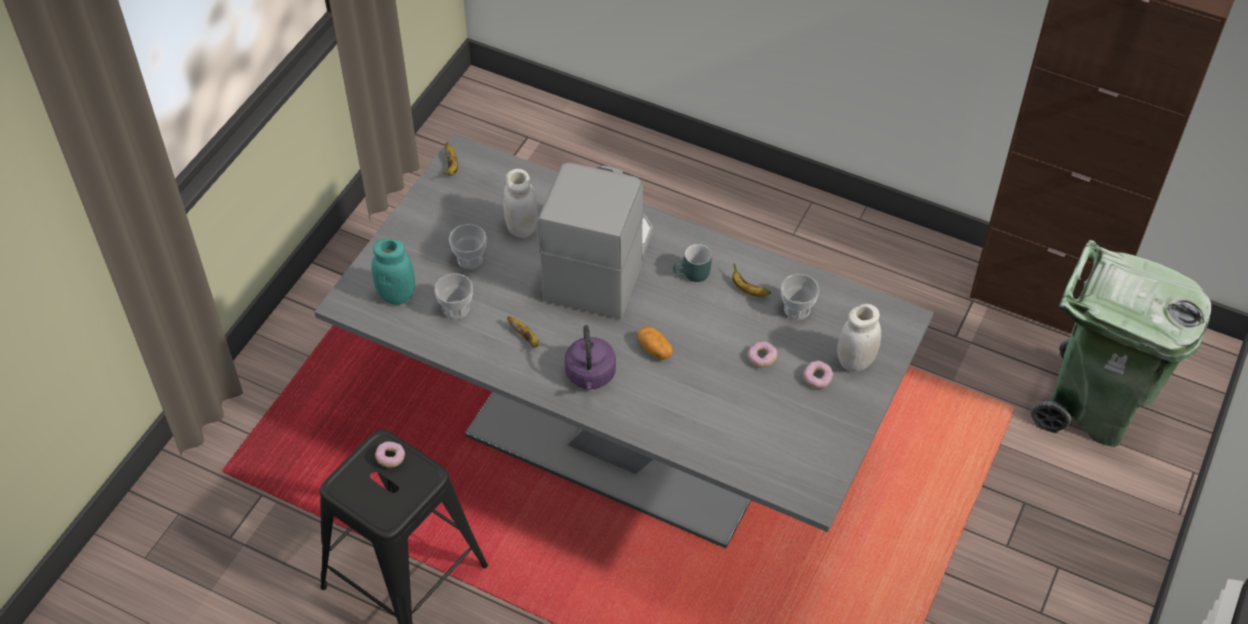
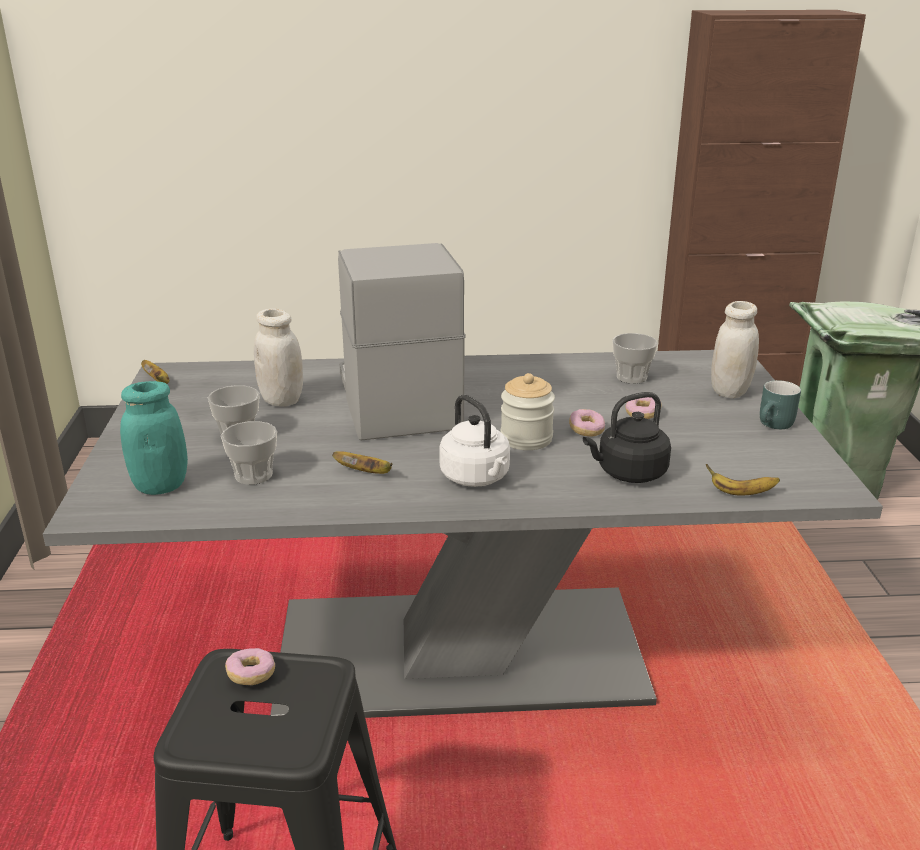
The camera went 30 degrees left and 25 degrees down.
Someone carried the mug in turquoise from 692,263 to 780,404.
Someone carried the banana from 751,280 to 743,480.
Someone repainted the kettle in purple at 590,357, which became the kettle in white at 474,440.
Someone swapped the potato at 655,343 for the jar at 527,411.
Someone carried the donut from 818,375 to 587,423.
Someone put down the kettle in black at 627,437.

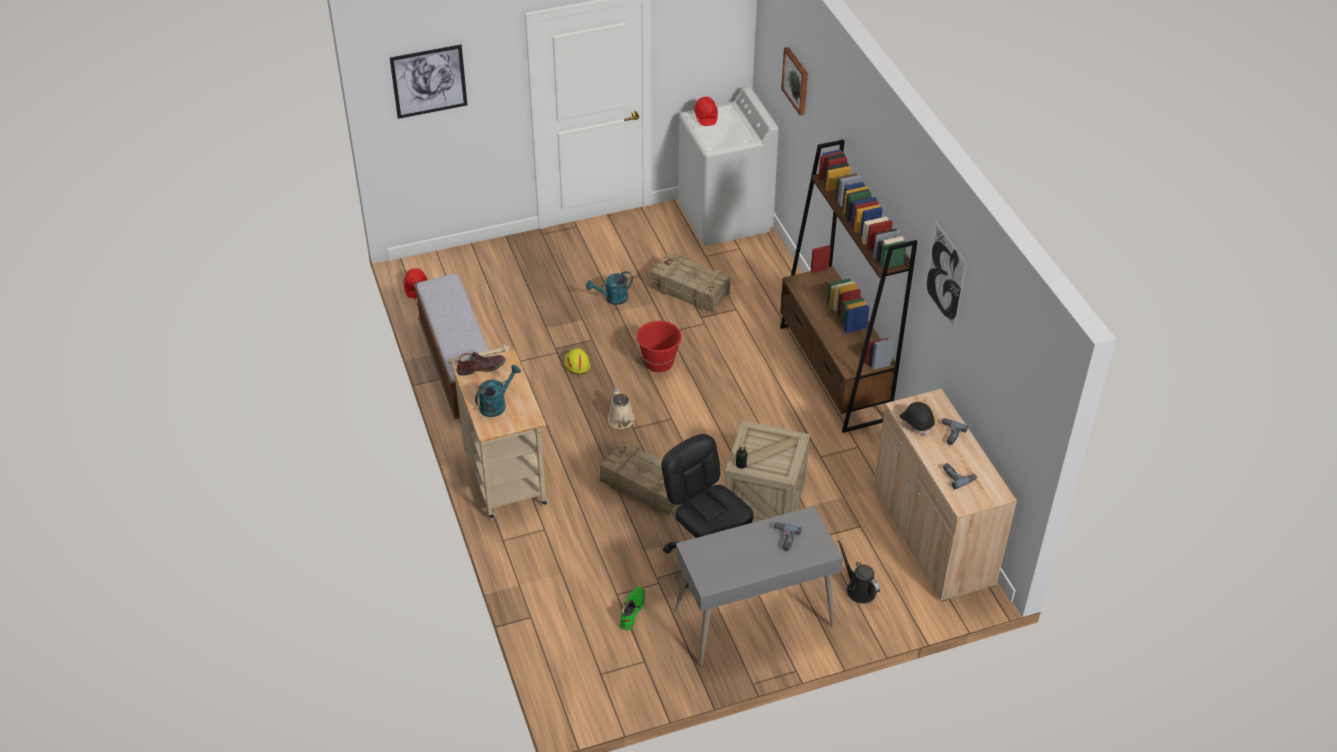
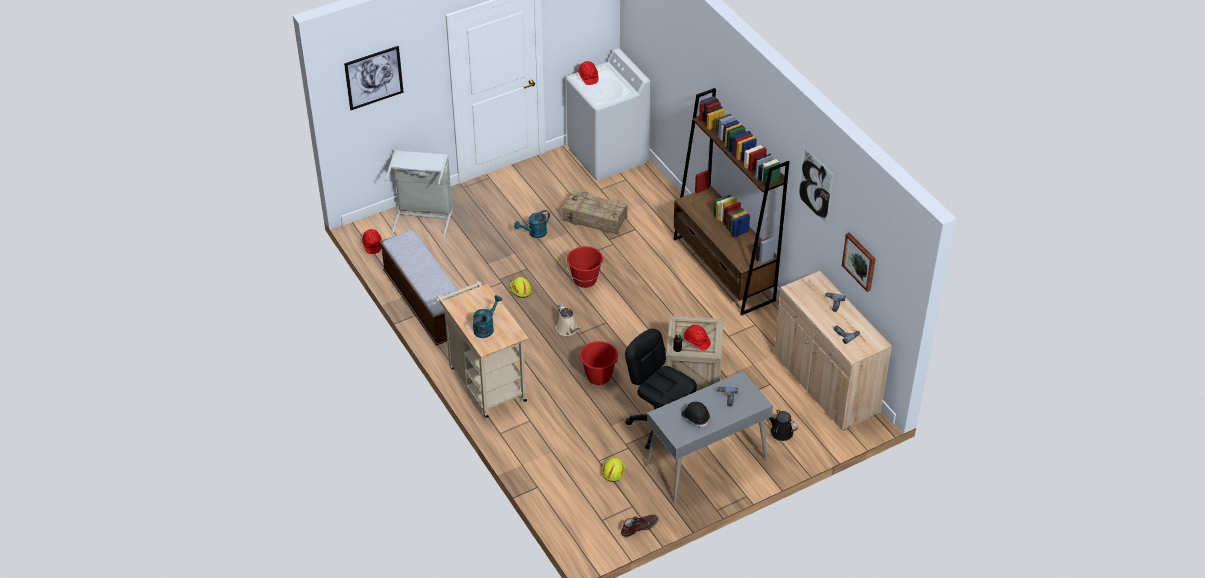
The camera went 10 degrees left and 0 degrees up.
Someone carried the picture from 794,81 to 859,262.
Someone carried the boot in brown from 481,364 to 640,525.
Someone carried the hard hat in black from 917,418 to 695,414.
Someone swapped the crate at 637,479 for the bucket in red at 599,363.
Someone swapped the boot in green at 632,608 for the hard hat in yellow at 613,470.
Someone put down the laundry basket in grey at 419,194.
Someone put down the hard hat in red at 697,338.

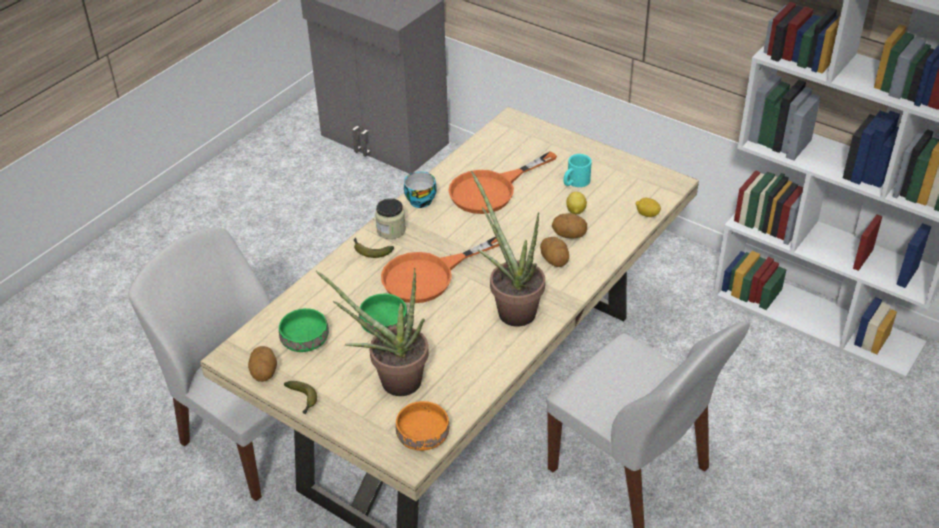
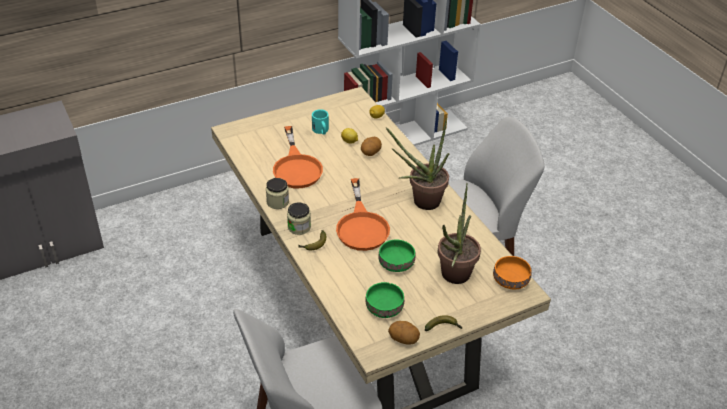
The camera went 65 degrees left and 0 degrees up.
Someone swapped the cup at 420,190 for the jar at 277,193.
Someone took away the potato at 554,252.

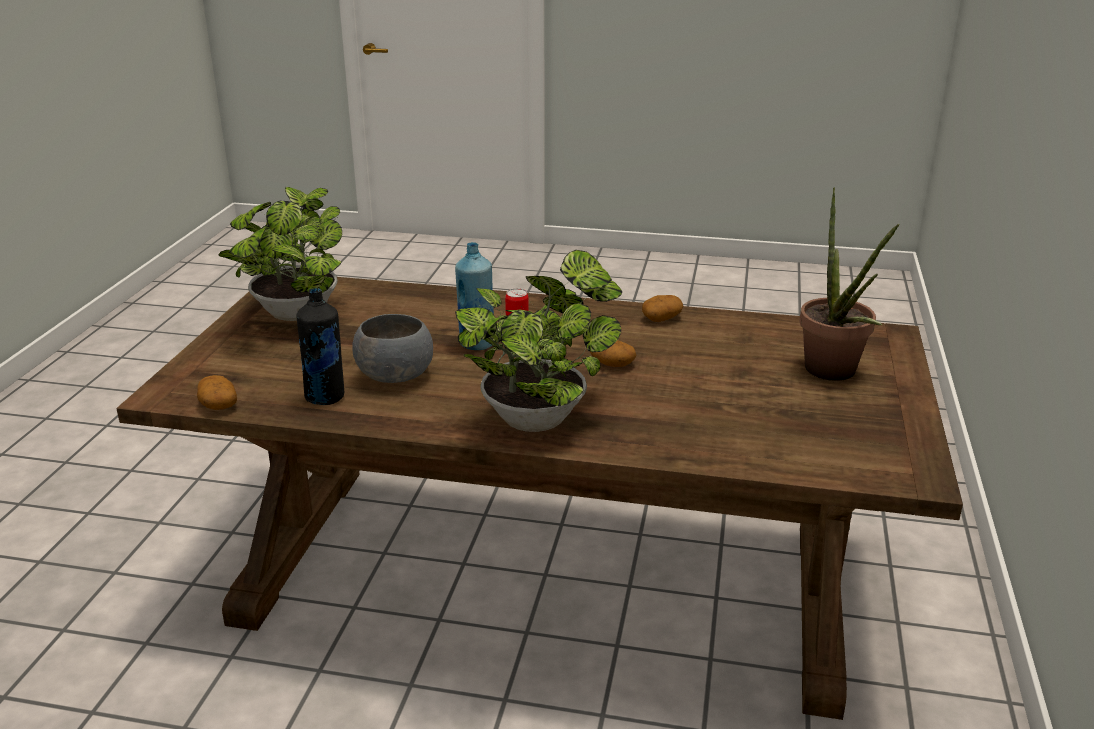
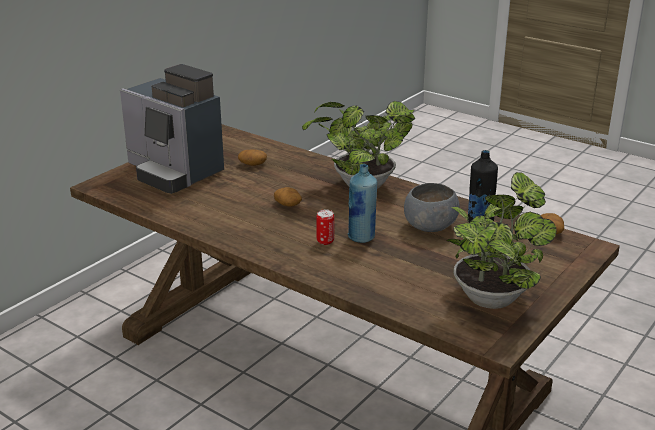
The camera went 155 degrees left and 0 degrees up.
Someone swapped the potted plant at 850,284 for the coffee machine at 172,129.
Someone carried the potato from 662,308 to 252,157.

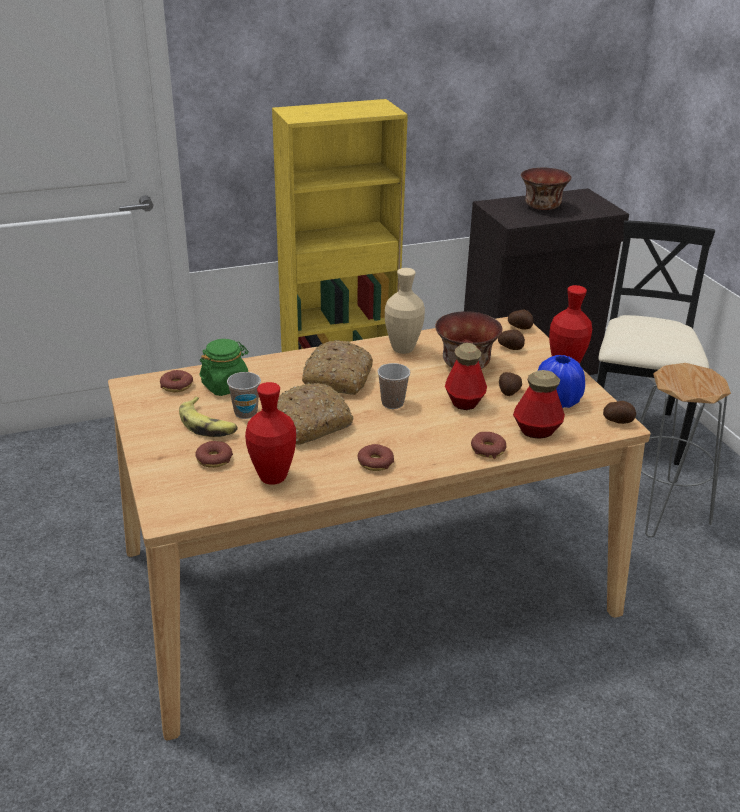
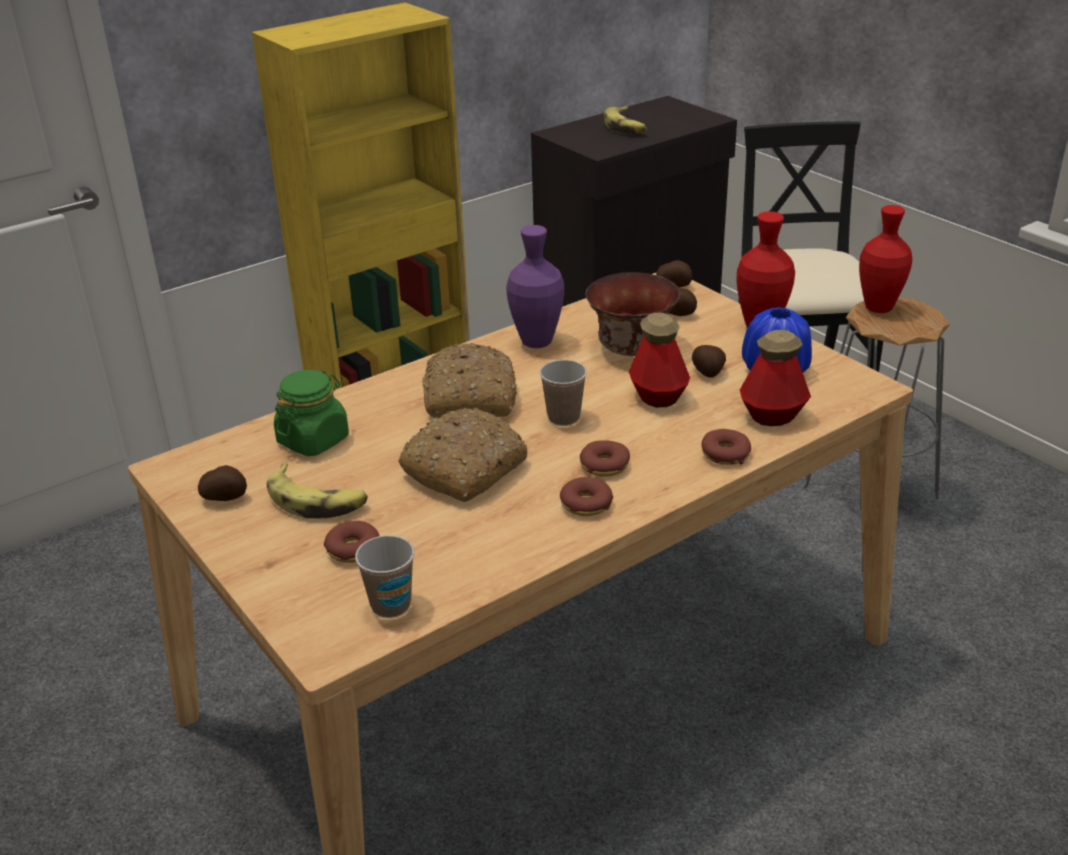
The camera went 15 degrees left and 0 degrees up.
Someone swapped the bowl at 546,188 for the banana at 625,120.
Someone repainted the vase in beige at 405,311, which became the vase in purple at 535,286.
Someone carried the donut from 176,381 to 605,458.
Someone carried the cup from 244,395 to 384,576.
Someone carried the vase in red from 270,433 to 886,259.
Someone carried the potato from 619,412 to 222,483.

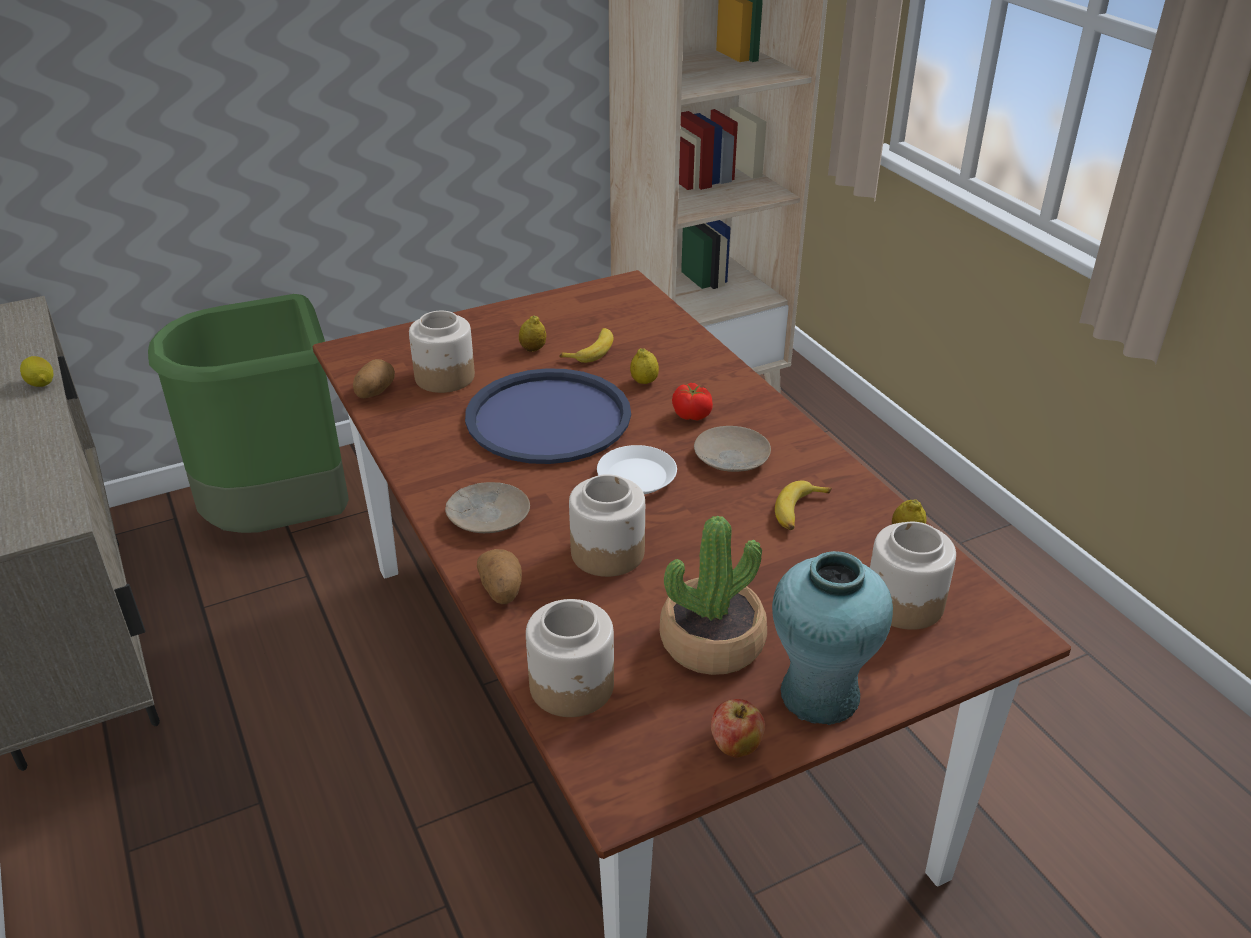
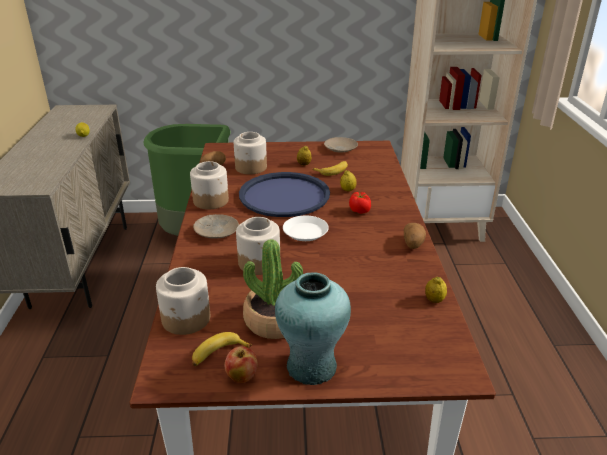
The camera went 25 degrees right and 5 degrees down.
Someone carried the plate in beige from 732,449 to 341,145.
Someone carried the banana from 803,505 to 222,349.
Someone carried the jar from 913,576 to 209,185.
Someone carried the potato from 499,576 to 415,236.

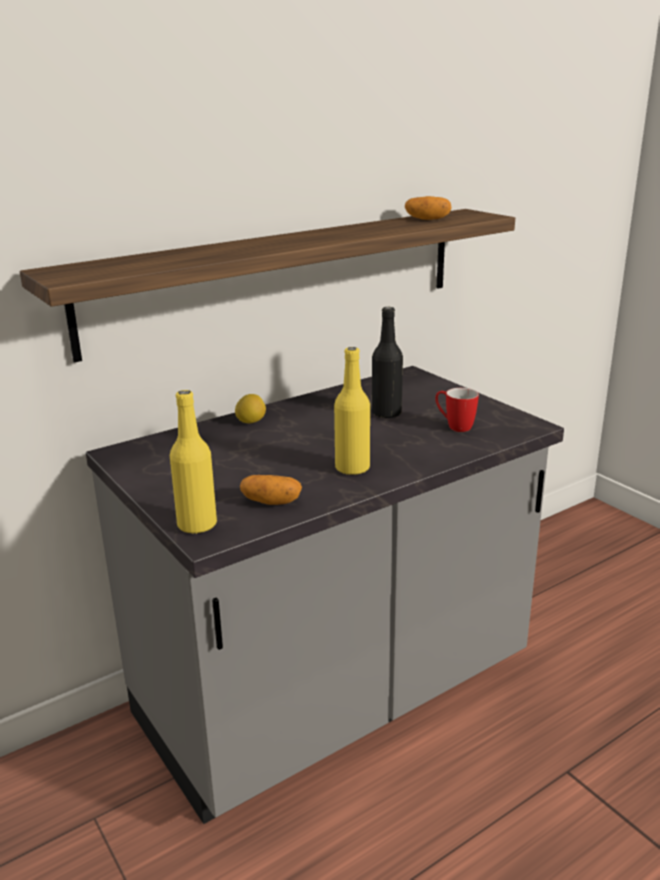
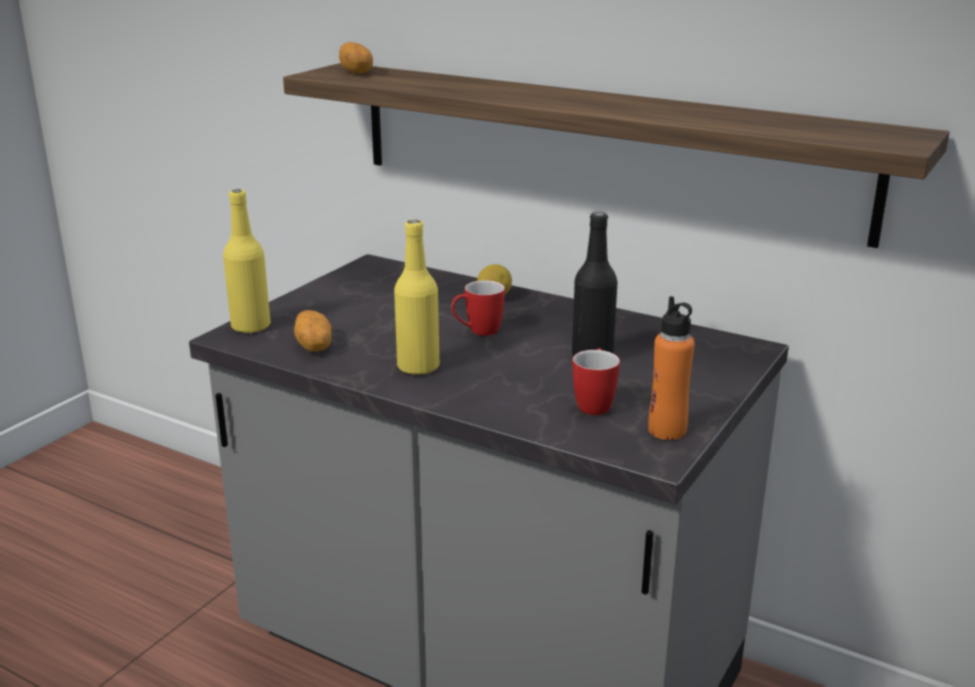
The camera went 65 degrees right and 0 degrees up.
Someone carried the potato from 428,208 to 356,58.
Someone put down the mug at 478,308.
Someone put down the bottle in orange at 671,368.

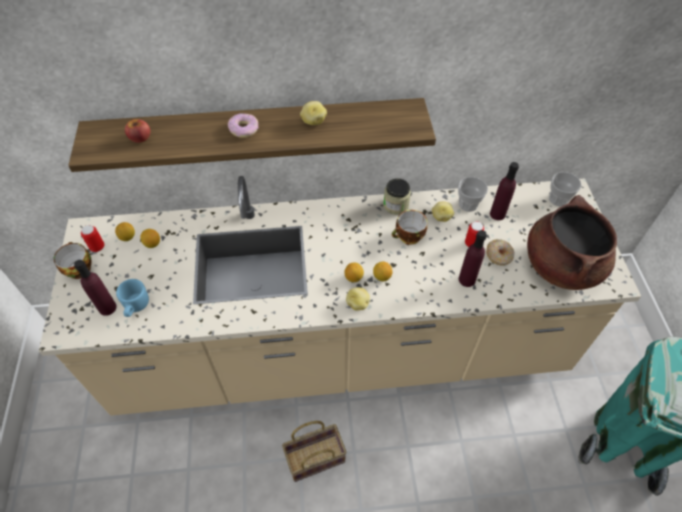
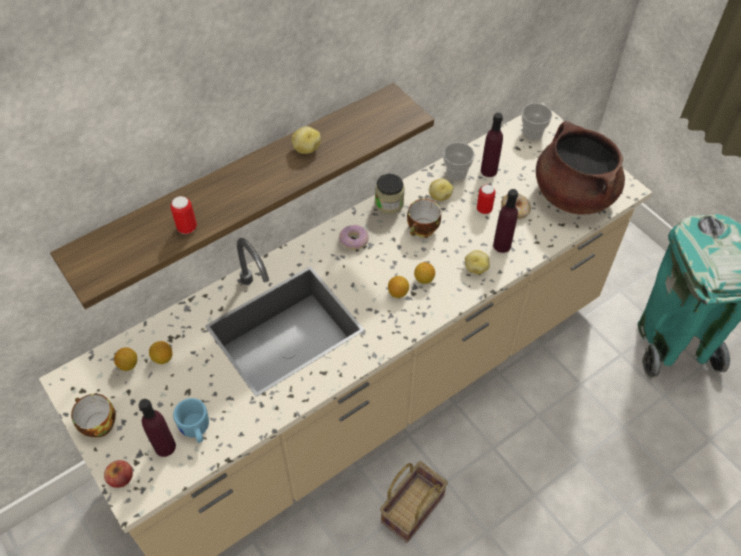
The camera went 30 degrees left and 0 degrees up.
Someone carried the donut from 243,125 to 354,237.
Someone carried the apple from 137,131 to 118,474.
Someone carried the can from 92,238 to 183,215.
Someone carried the potato from 358,299 to 477,262.

